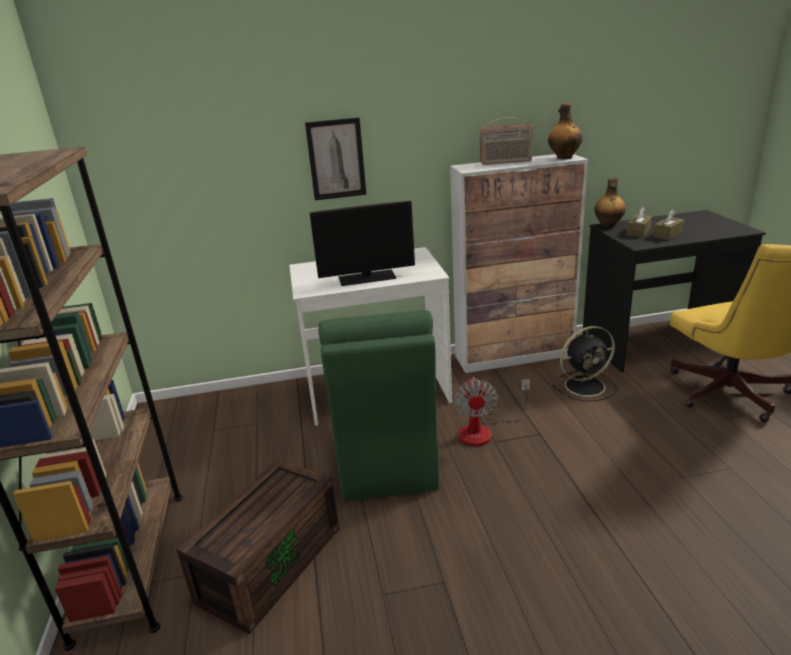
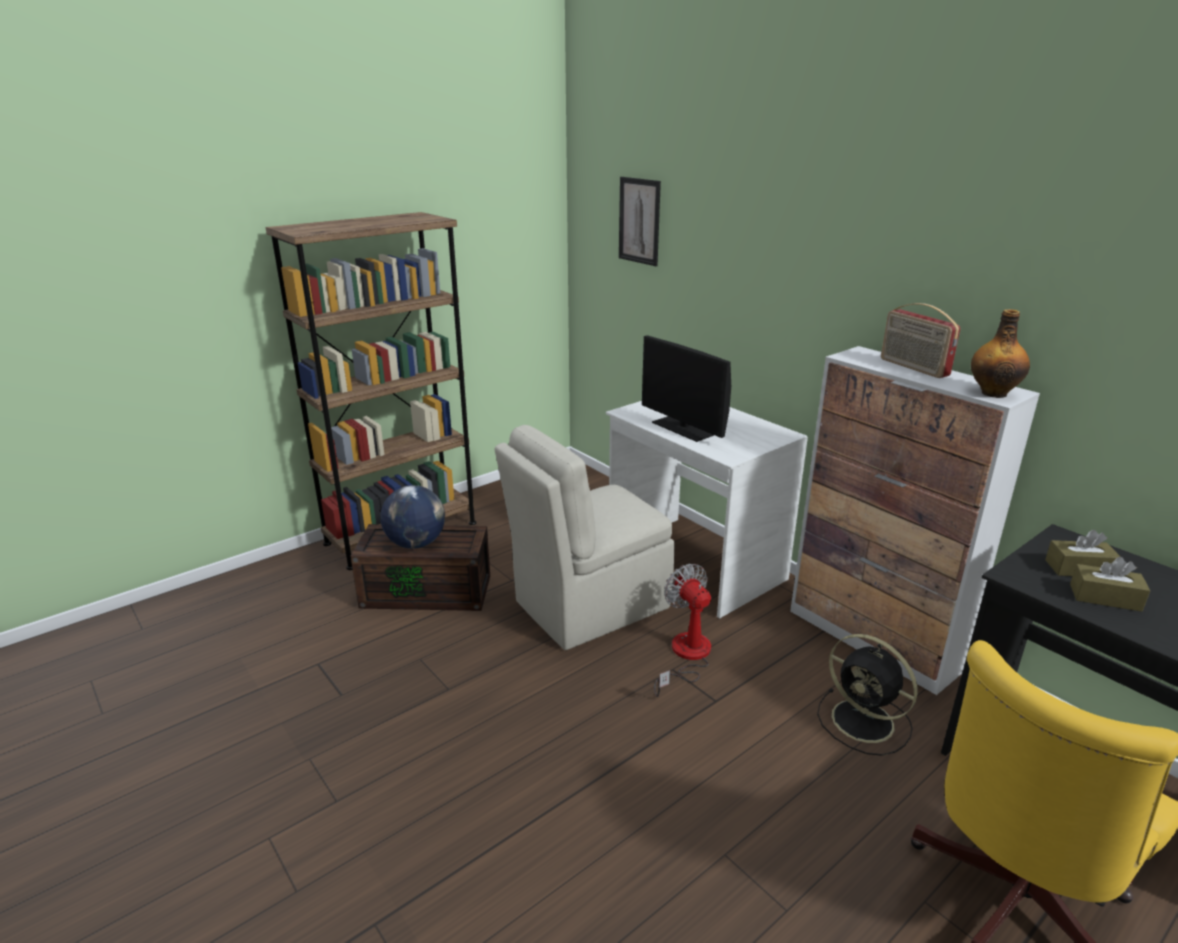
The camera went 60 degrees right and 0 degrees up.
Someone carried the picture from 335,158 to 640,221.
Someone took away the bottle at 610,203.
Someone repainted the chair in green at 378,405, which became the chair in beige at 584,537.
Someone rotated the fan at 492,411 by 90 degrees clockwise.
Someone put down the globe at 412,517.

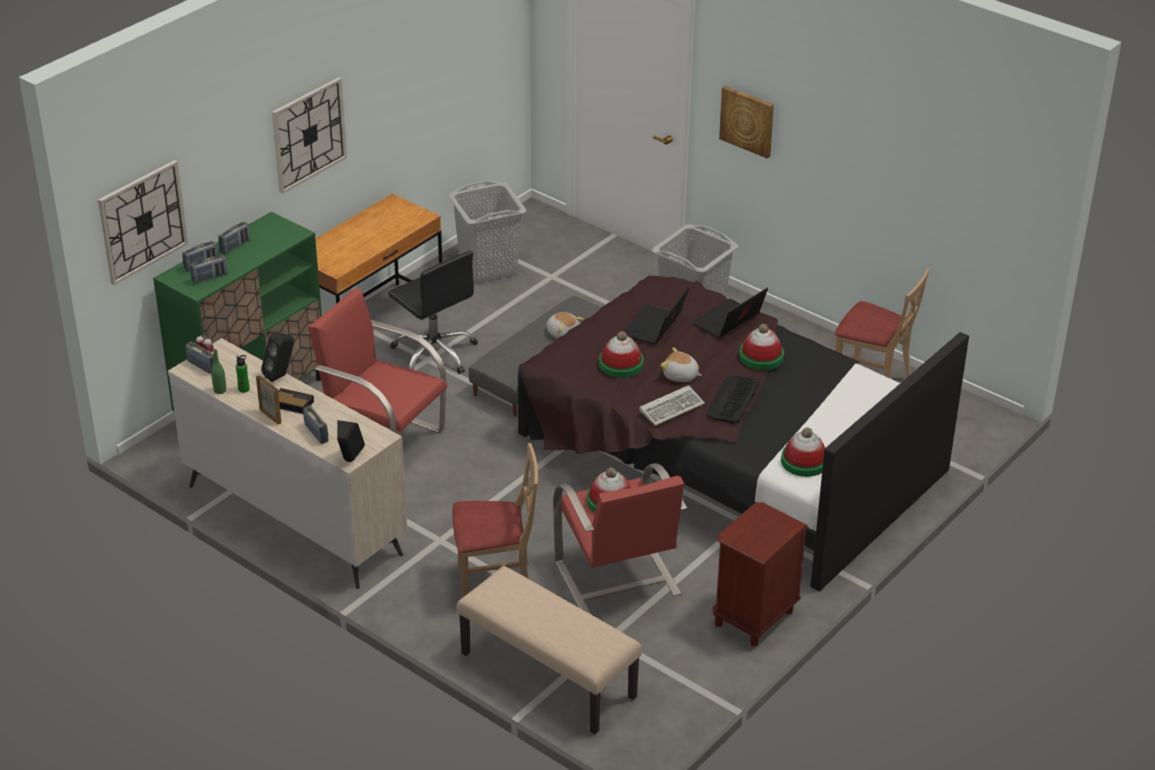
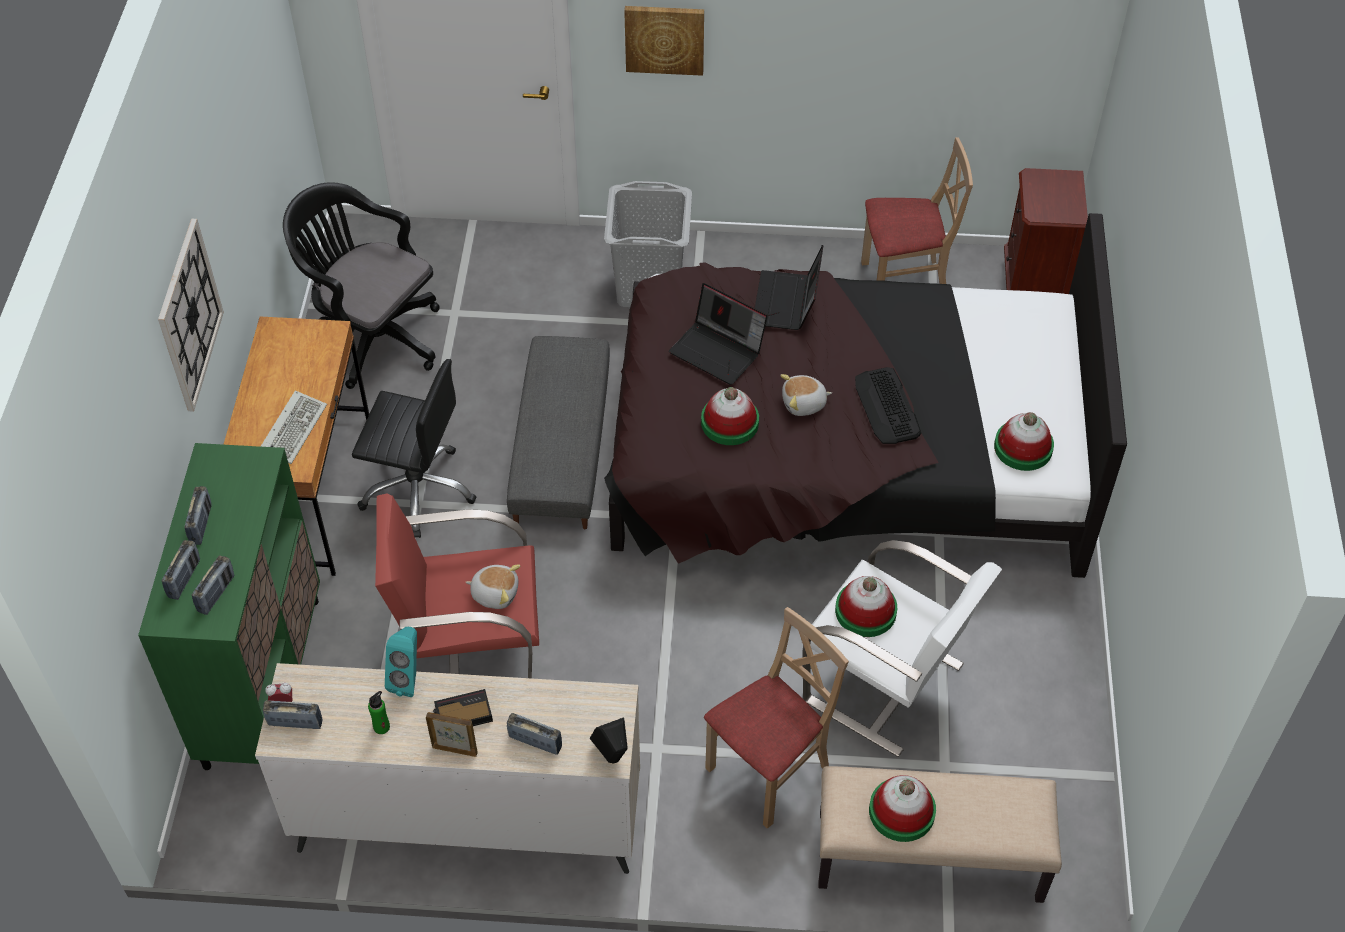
The camera went 35 degrees left and 15 degrees up.
Someone took away the wall clock at 143,222.
Someone swapped the laundry basket in grey at 487,232 for the office chair in black at 361,285.
Someone rotated the laptop at 657,315 by 45 degrees counterclockwise.
Someone carried the plush toy from 565,325 to 493,586.
Someone carried the hat from 761,347 to 902,808.
Someone repainted the speaker in black at 277,357, which became the speaker in turquoise at 401,662.
Someone took away the bottle in green at 218,371.
Someone carried the keyboard from 672,405 to 293,427.
Someone repainted the armchair in red at 620,539, which became the armchair in white at 901,648.
Someone carried the nightstand in brown from 760,574 to 1046,231.

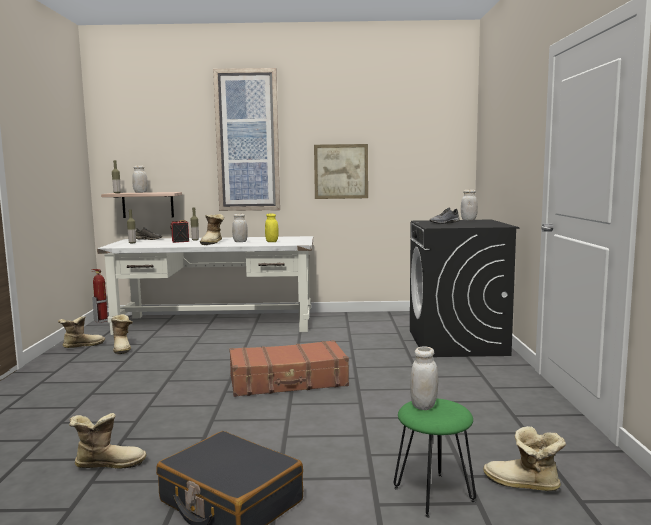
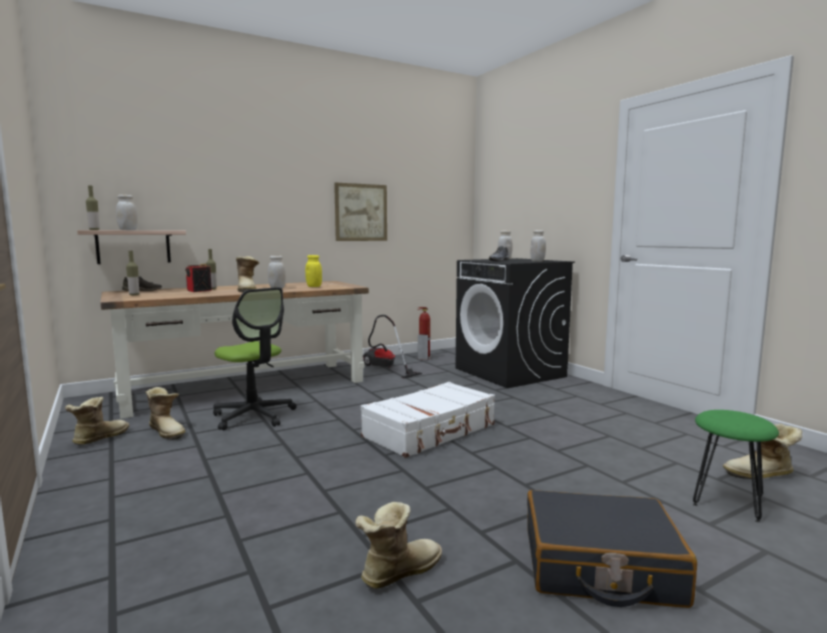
The camera went 30 degrees left and 0 degrees up.
Someone took away the picture at 246,139.
Someone repainted the desk in white at 205,285, which became the desk in brown at 235,350.
Someone carried the fire extinguisher from 99,296 to 424,333.
Someone repainted the suitcase in brown at 289,368, which became the suitcase in white at 428,420.
Someone carried the jar in white from 424,378 to 538,246.
Someone put down the office chair at 255,358.
Someone put down the vacuum cleaner at 392,346.

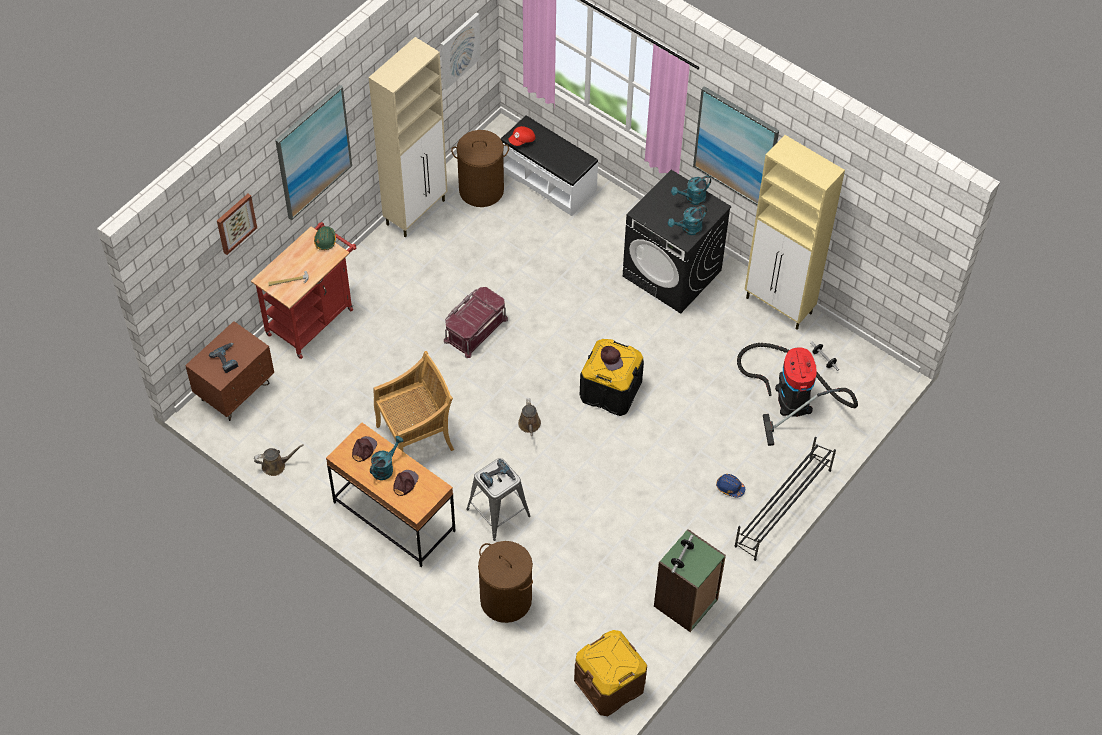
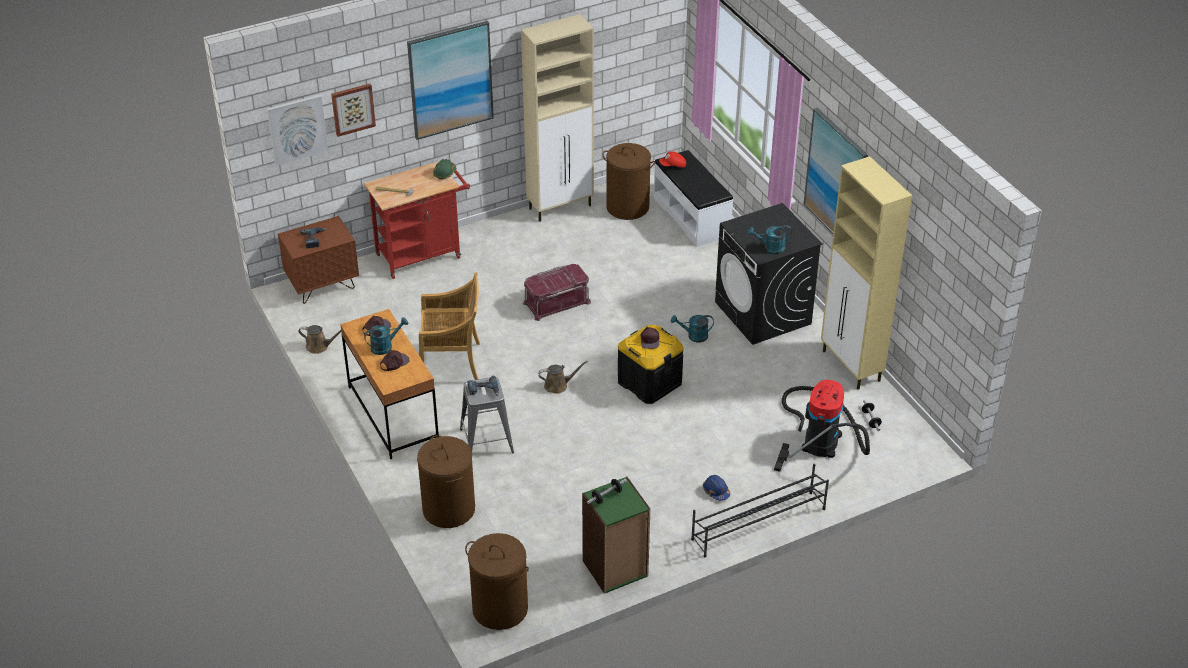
The camera went 25 degrees right and 15 degrees down.
Someone carried the picture from 461,51 to 297,130.
Someone carried the watering can in turquoise from 691,190 to 692,328.
Someone rotated the watering can in brown at 529,417 by 120 degrees counterclockwise.
Someone swapped the storage box in brown at 610,673 for the laundry basket in brown at 497,581.

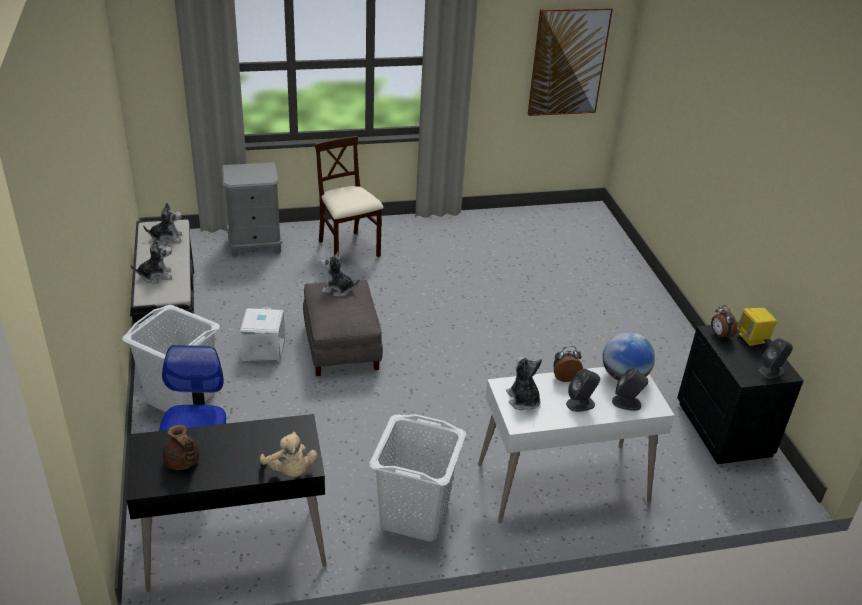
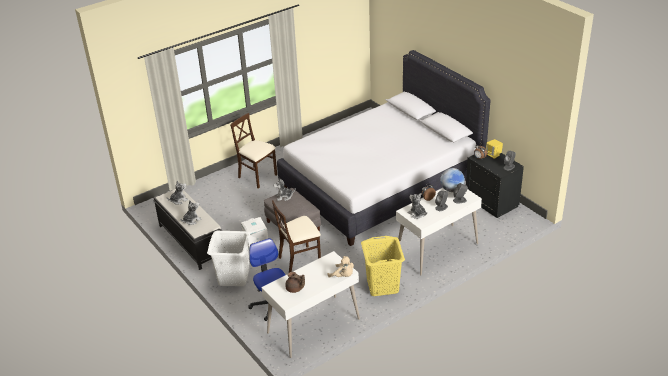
The camera went 20 degrees left and 0 degrees up.
Someone took away the picture at 570,61.
Someone took away the nightstand in grey at 252,209.
Someone repainted the desk in black at 227,503, which became the desk in white at 311,304.
Someone repainted the laundry basket in white at 417,477, which became the laundry basket in yellow at 383,266.
Someone put down the bed in white at 384,148.
Someone put down the chair in beige at 296,236.

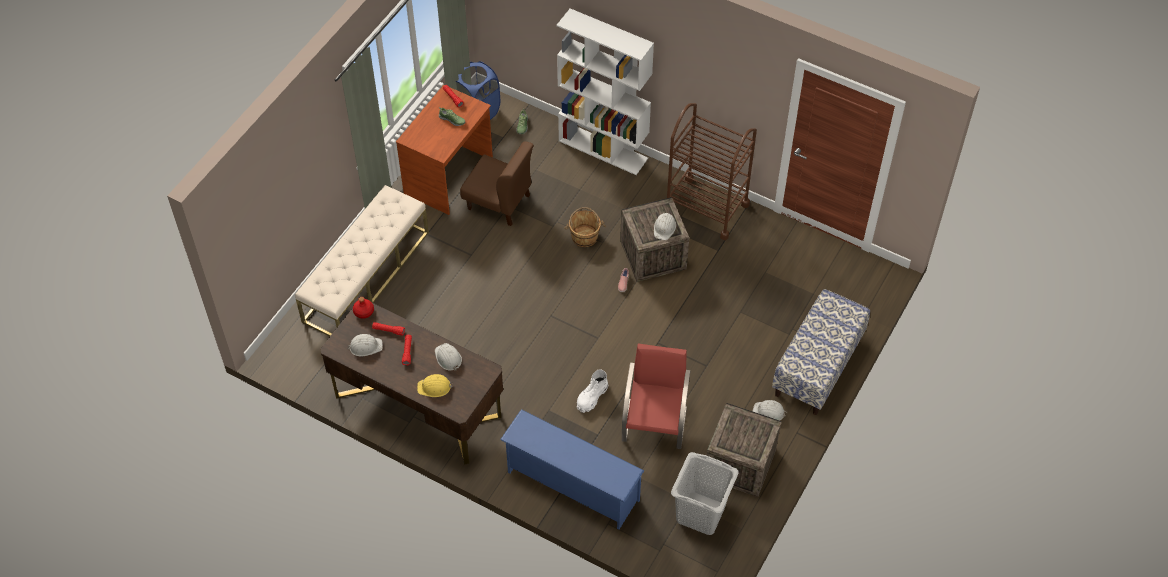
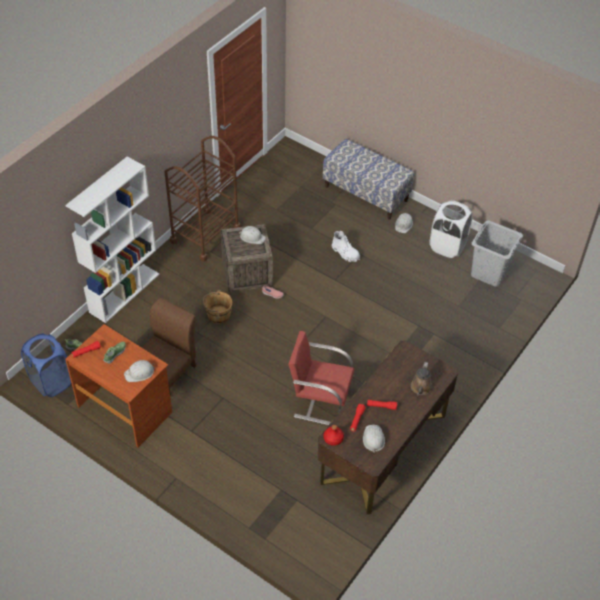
The camera went 85 degrees left and 5 degrees down.
Someone took away the bench in beige at 362,261.
Someone carried the hard hat in white from 448,357 to 139,371.
Someone carried the chair in red from 656,396 to 321,378.
Someone carried the boot in white from 593,391 to 346,246.
Someone swapped the hard hat in yellow at 435,385 for the watering can in brown at 421,378.
Someone swapped the crate at 744,450 for the laundry basket in white at 451,229.
Someone took away the shoe rack in blue at 572,469.

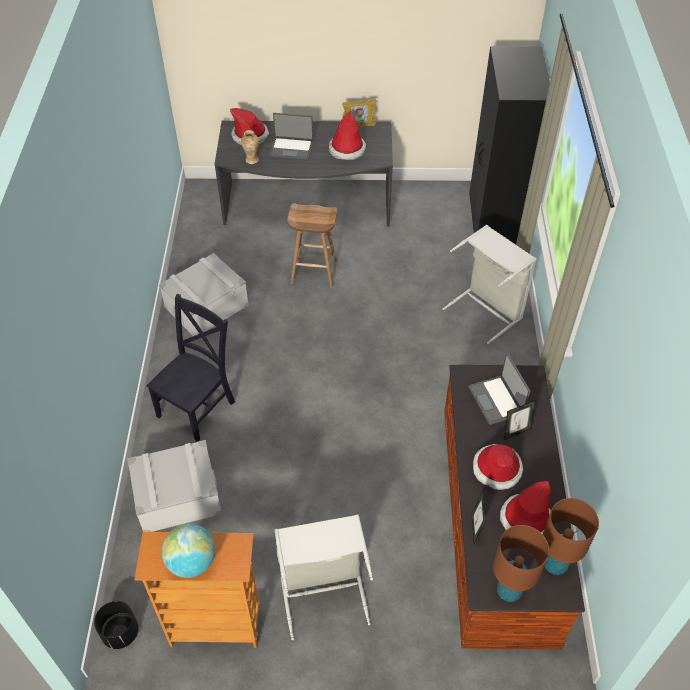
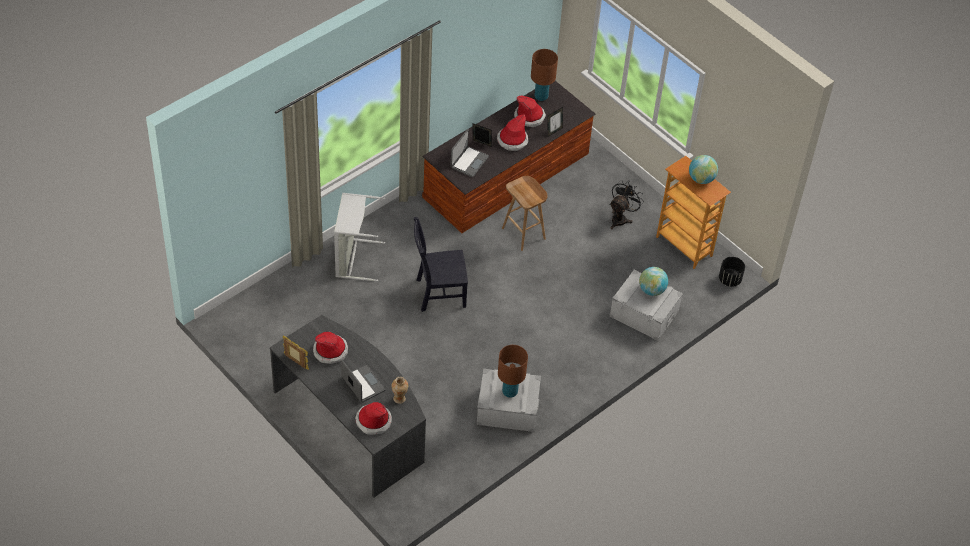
The camera went 135 degrees left and 0 degrees up.
Someone took away the wardrobe in black at 509,145.
Someone carried the stool in brown from 312,245 to 525,213.
Someone carried the chair in black from 190,368 to 441,264.
Someone swapped the laundry basket in grey at 323,577 for the fan in black at 627,204.
Someone carried the table lamp in brown from 521,563 to 513,371.
Someone put down the globe at 653,281.

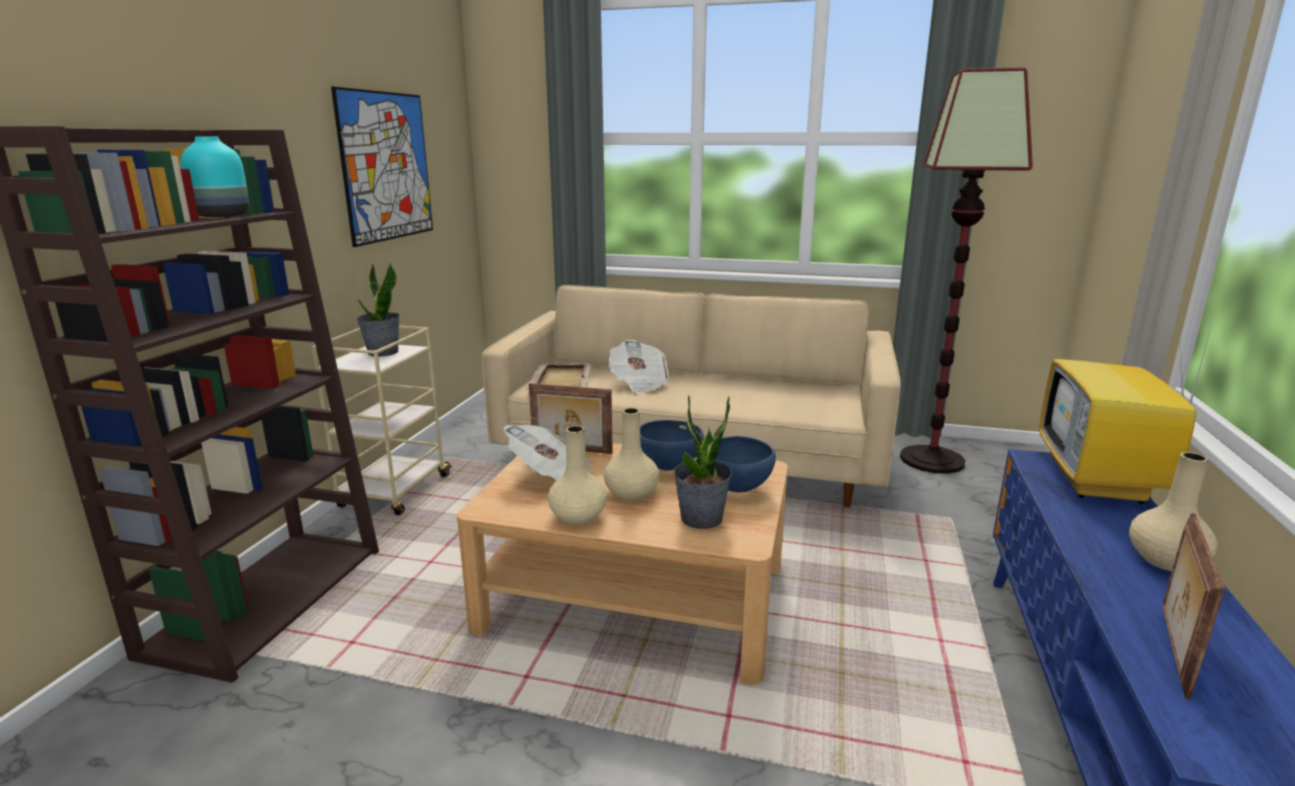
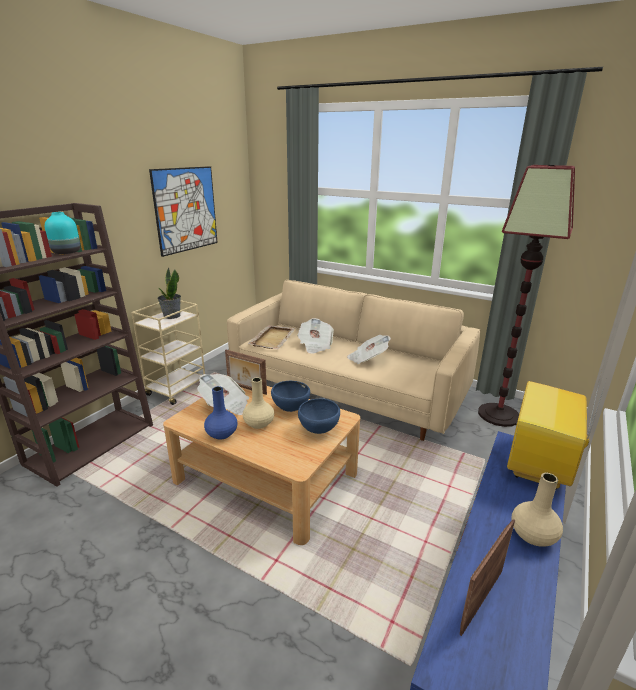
The camera went 15 degrees right and 5 degrees up.
Someone took away the potted plant at 703,462.
Someone repainted the vase in beige at 577,475, which became the vase in blue at 221,413.
Someone put down the newspaper at 369,349.

